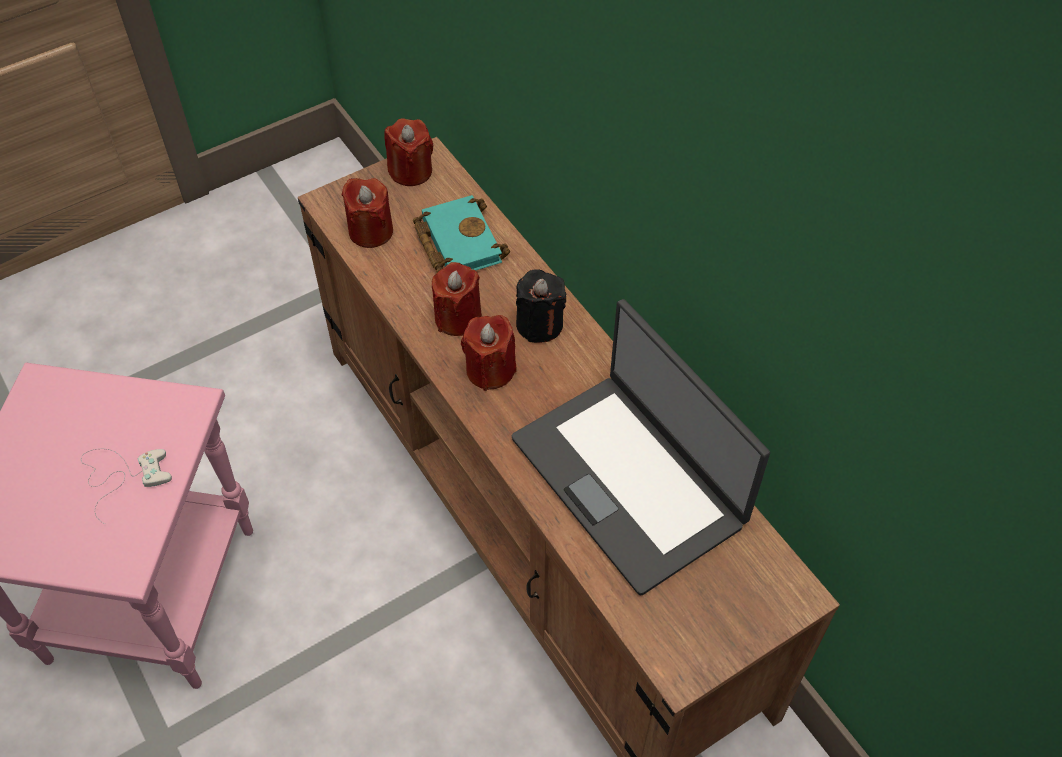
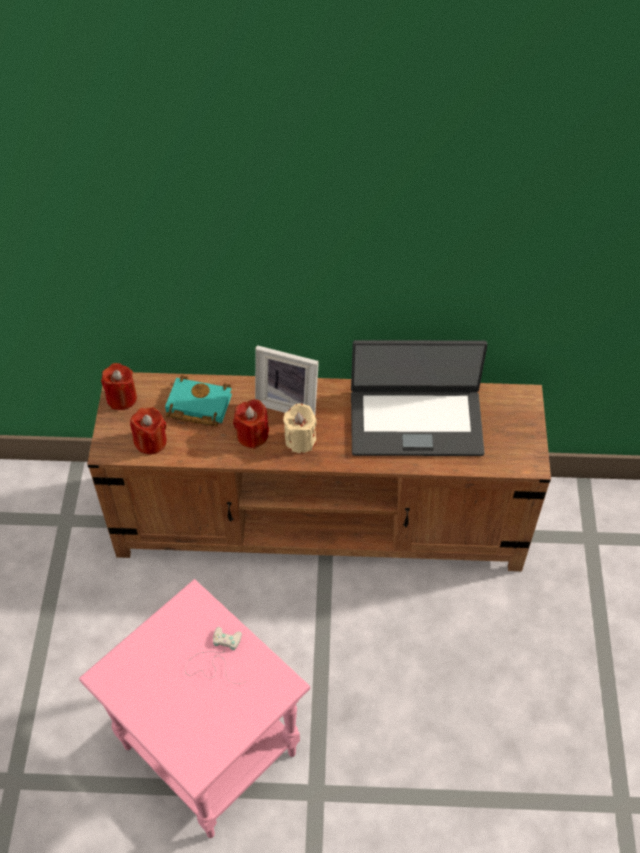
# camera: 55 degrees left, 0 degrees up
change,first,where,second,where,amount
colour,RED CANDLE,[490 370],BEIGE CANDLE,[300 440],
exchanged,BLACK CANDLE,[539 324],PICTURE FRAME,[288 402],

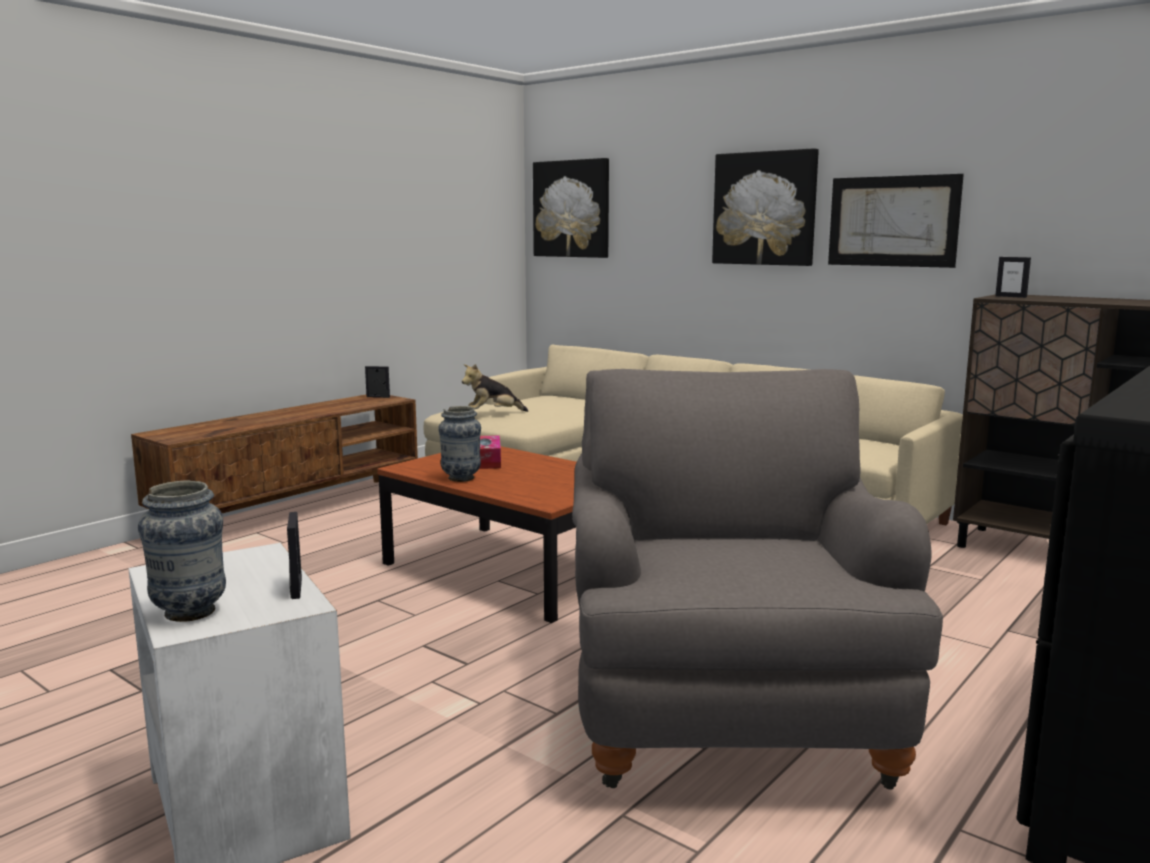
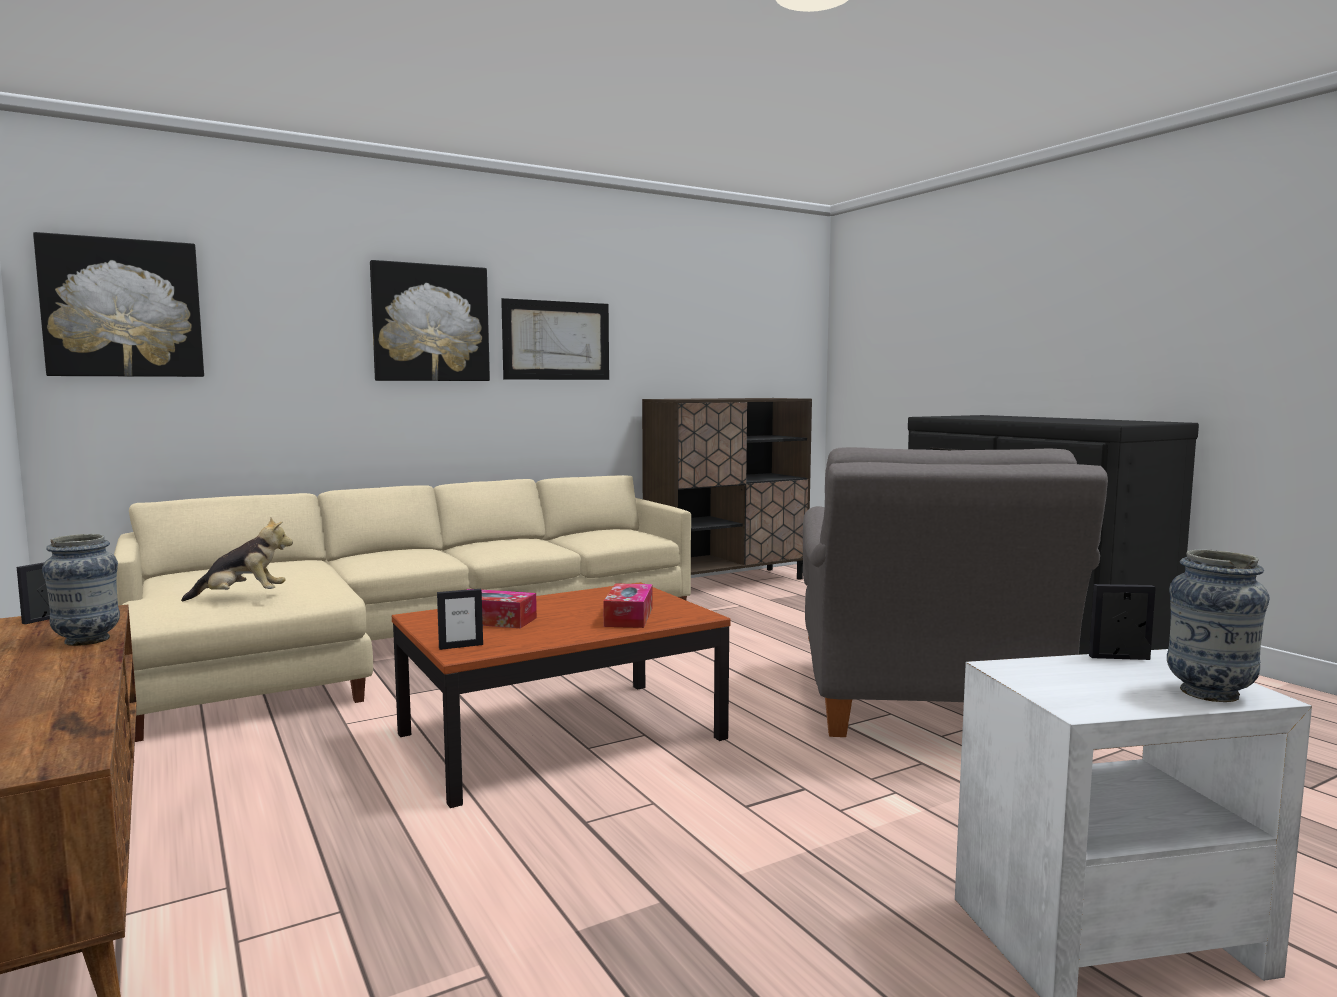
# camera: 70 degrees left, 5 degrees down
change,first,where,second,where,amount
relocated,VASE,[461 478],,[87 640],
spun,PLUSH TOY,[493 414],,[242 597],105 degrees counterclockwise
spun,GREY ARMCHAIR,[724 708],,[923 707],105 degrees counterclockwise
relocated,PICTURE FRAME,[1011 296],,[461 646],
appeared,,,TISSUE BOX,[629 617],

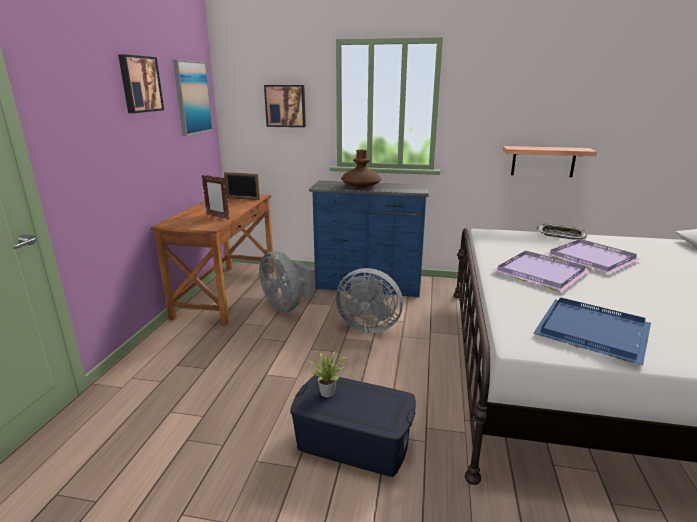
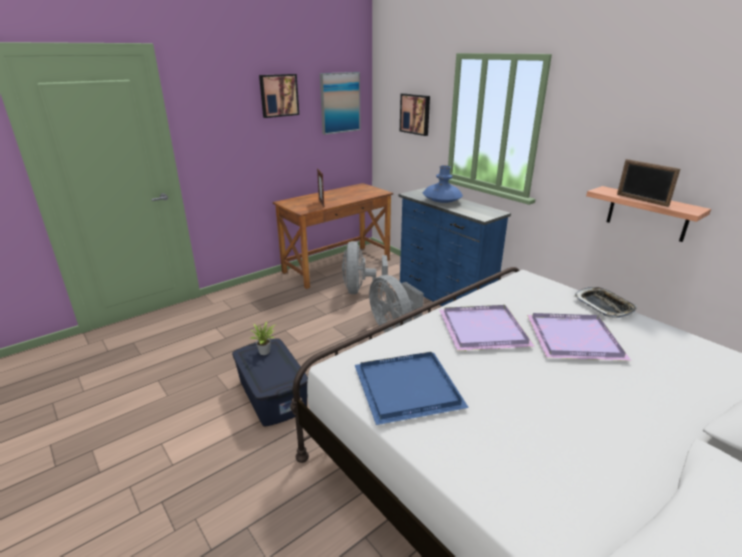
# camera: 40 degrees right, 5 degrees up
change,first,where,second,where,amount
relocated,PICTURE FRAME,[242 198],,[641 200],
colour,BROWN VASE,[361 187],BLUE VASE,[442 201],

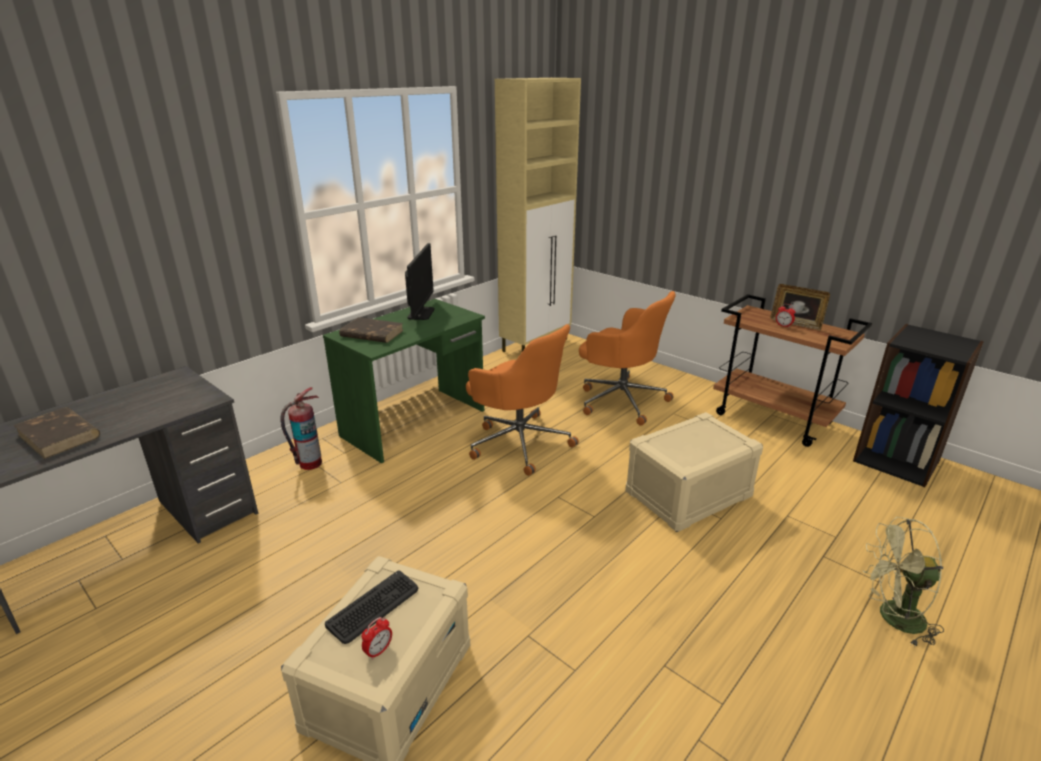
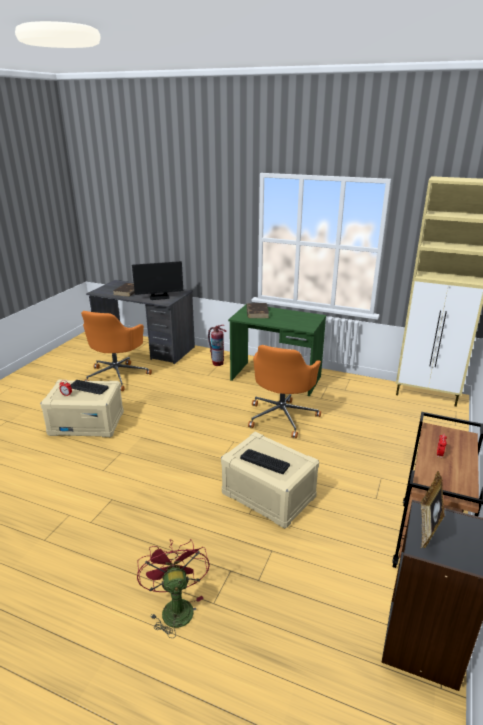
# camera: 70 degrees right, 0 degrees up
change,first,where,second,where,amount
relocated,MONITOR,[421 313],,[159 297],
relocated,ORANGE OFFICE CHAIR,[620 400],,[117 375],
relocated,PICTURE FRAME,[796 323],,[428 527],
colour,GREEN FAN,[892 618],RED FAN,[175 607],
appeared,,,KEYBOARD,[265 461],

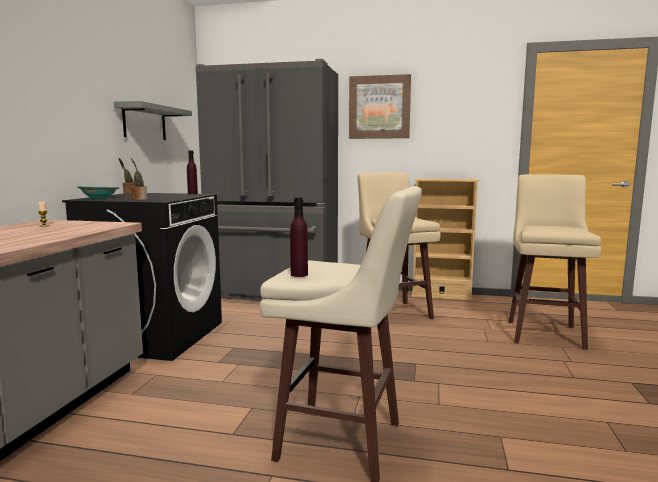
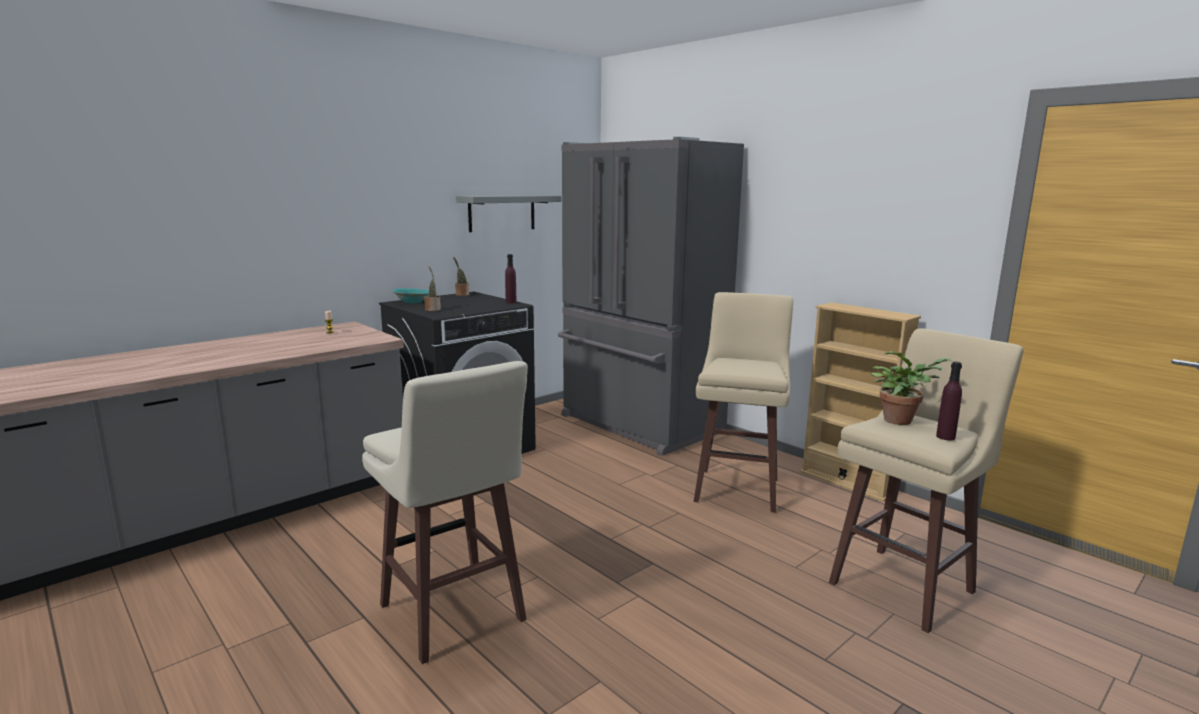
# camera: 35 degrees right, 5 degrees up
change,first,where,second,where,amount
relocated,PURPLE BOTTLE,[299 274],,[945 437],
missing,PICTURE,[379 107],,,
appeared,,,POTTED PLANT,[901 420],

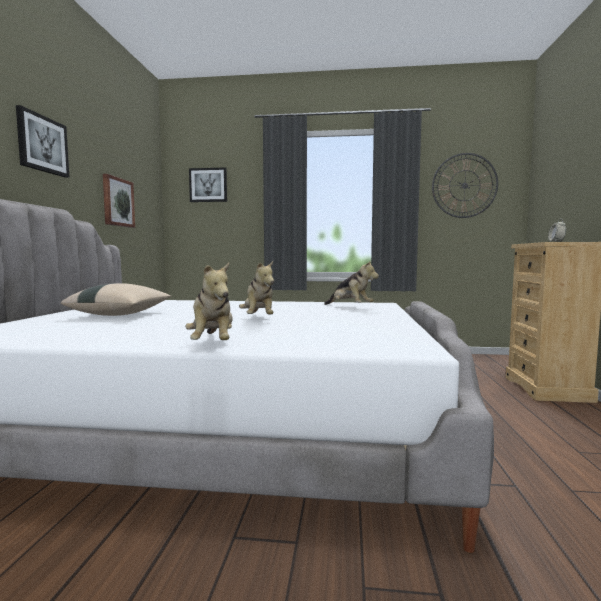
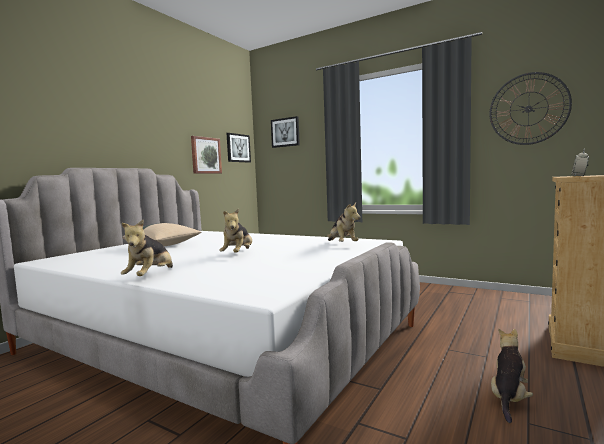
# camera: 25 degrees right, 0 degrees up
change,first,where,second,where,amount
relocated,PICTURE,[42 144],,[238 148],
appeared,,,PLUSH TOY,[509 398],

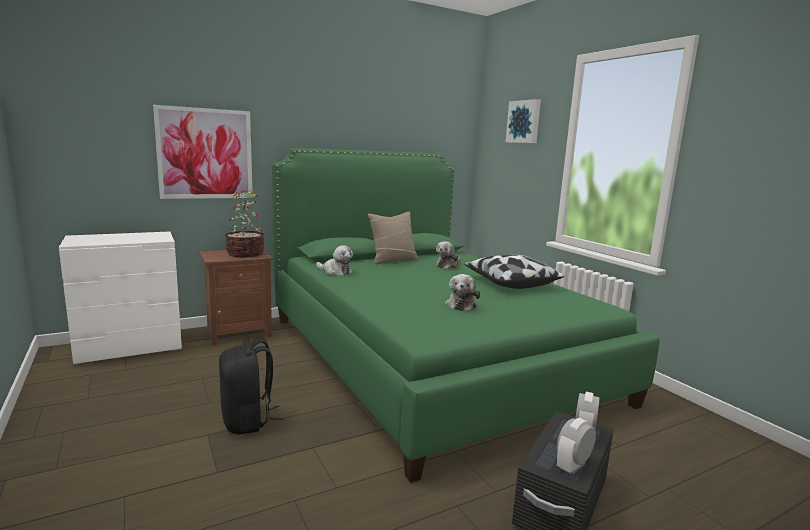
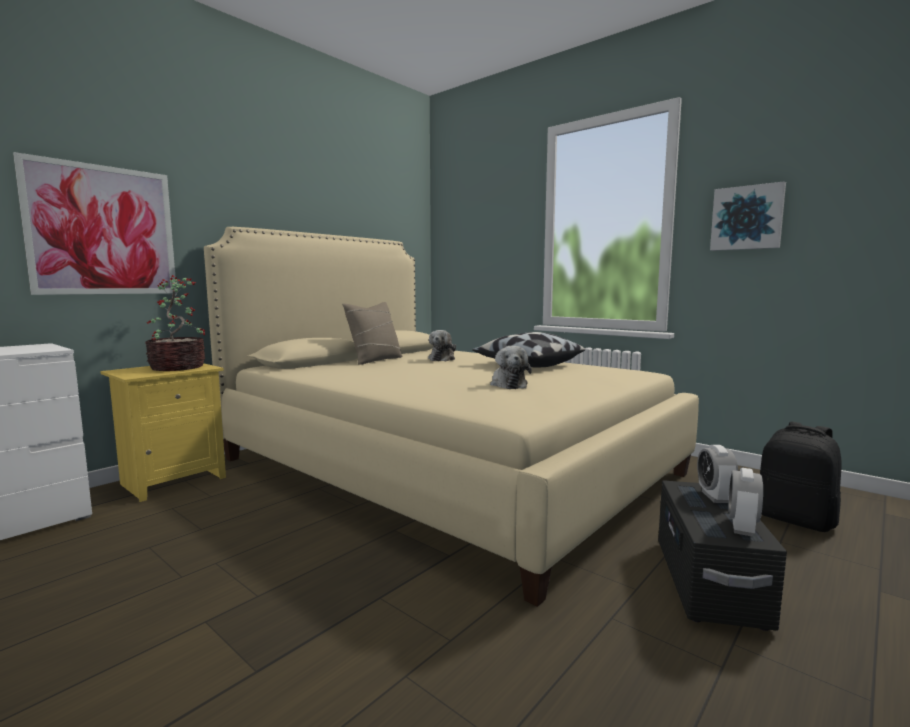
# camera: 20 degrees left, 5 degrees down
change,first,where,second,where,amount
colour,BROWN NIGHTSTAND,[238 332],YELLOW NIGHTSTAND,[172 480],
relocated,BLACK BACKPACK,[248 421],,[795 519],
colour,GREEN BED,[429 357],BEIGE BED,[444 466],
missing,PLUSH TOY,[335 272],,,
relocated,PICTURE,[524 122],,[747 218],

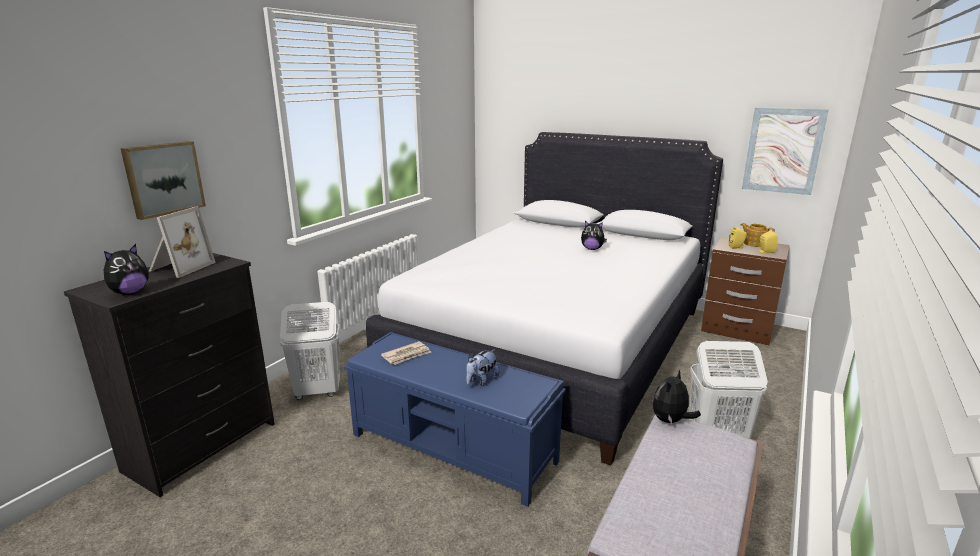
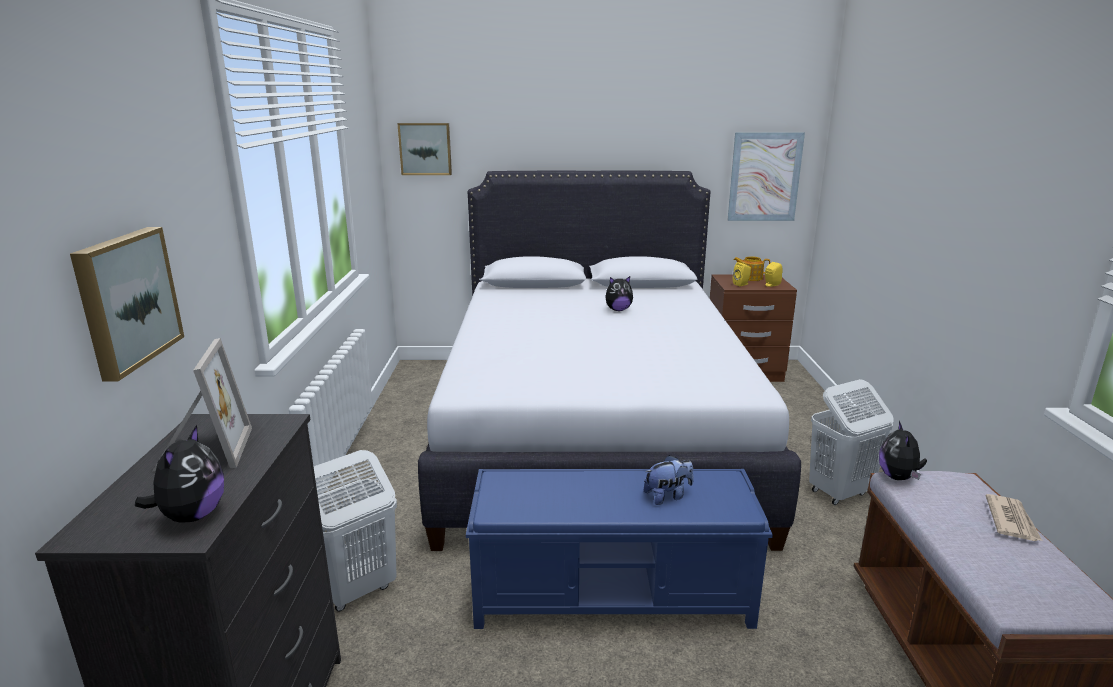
# camera: 30 degrees left, 0 degrees up
change,first,where,second,where,amount
relocated,NEWSPAPER,[407 355],,[1011 520],
spun,PLUSH TOY,[481 381],,[668 496],120 degrees counterclockwise
appeared,,,PICTURE,[425 148],

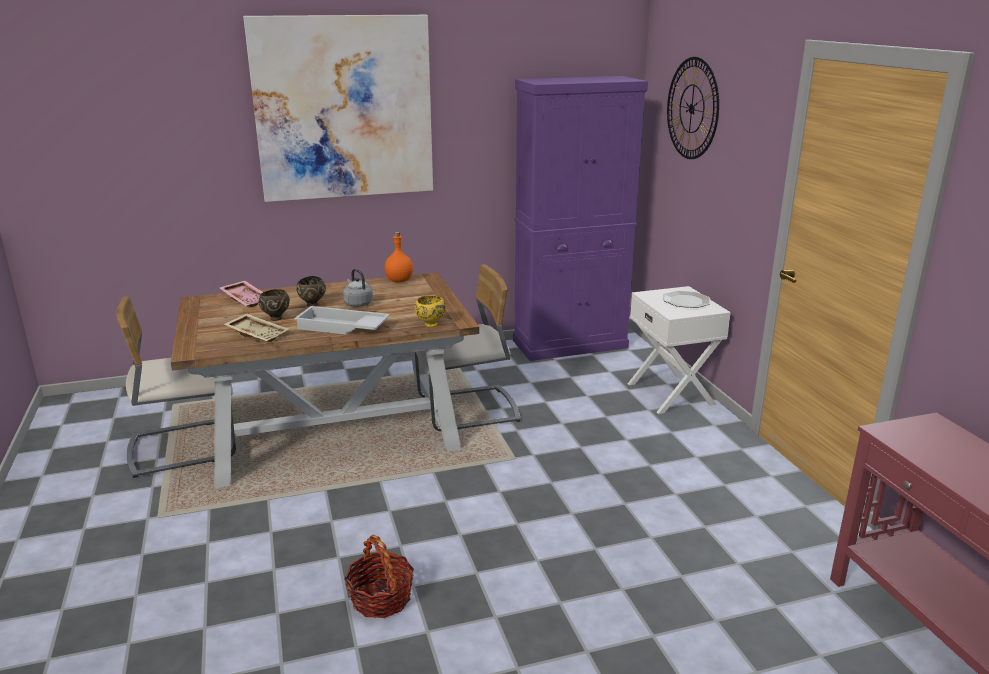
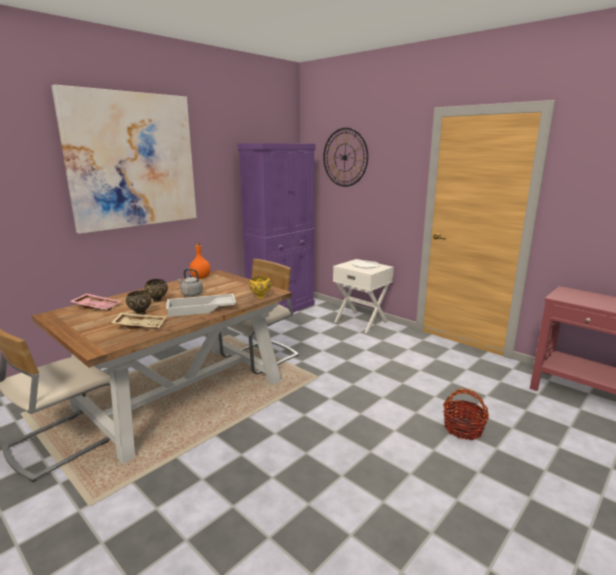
# camera: 30 degrees left, 5 degrees down
change,first,where,second,where,amount
relocated,BASKET,[381 598],,[463 429],

